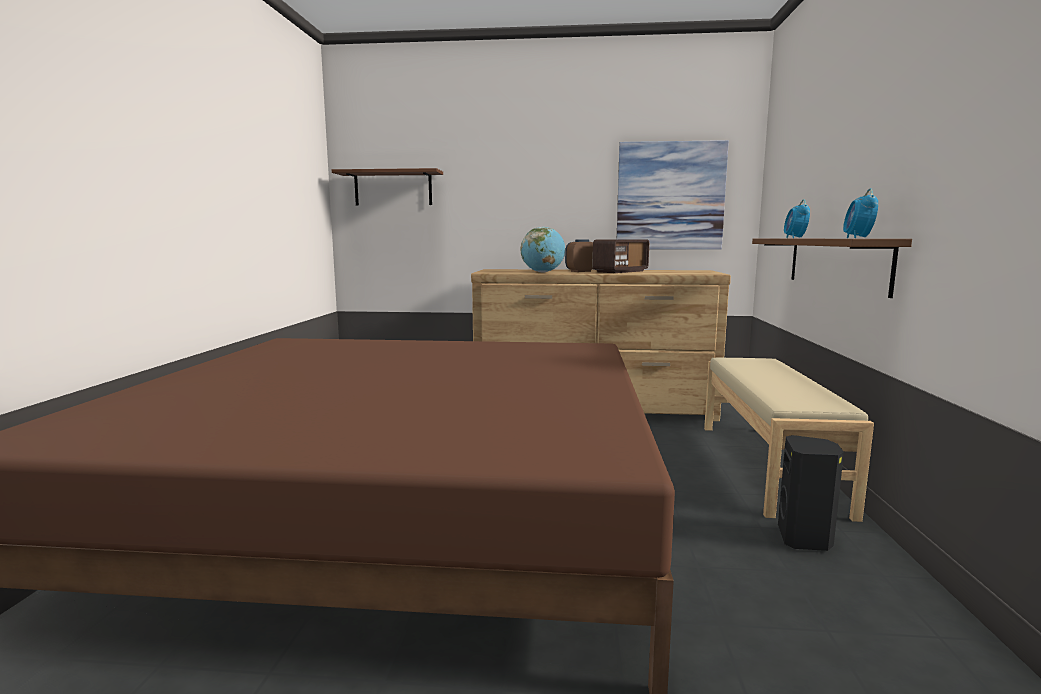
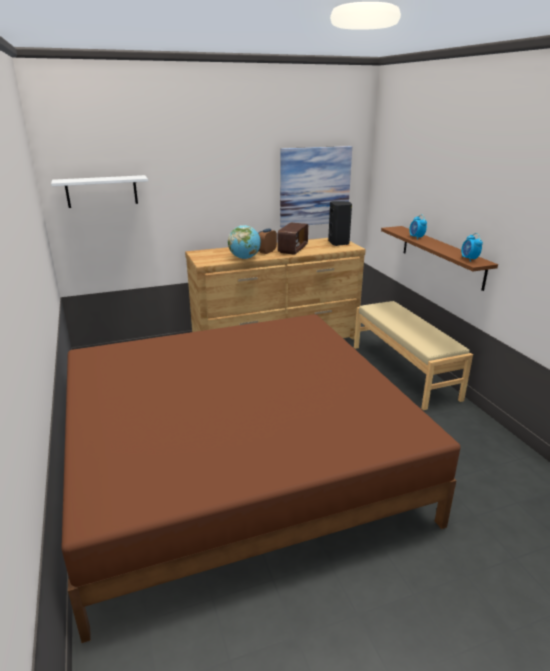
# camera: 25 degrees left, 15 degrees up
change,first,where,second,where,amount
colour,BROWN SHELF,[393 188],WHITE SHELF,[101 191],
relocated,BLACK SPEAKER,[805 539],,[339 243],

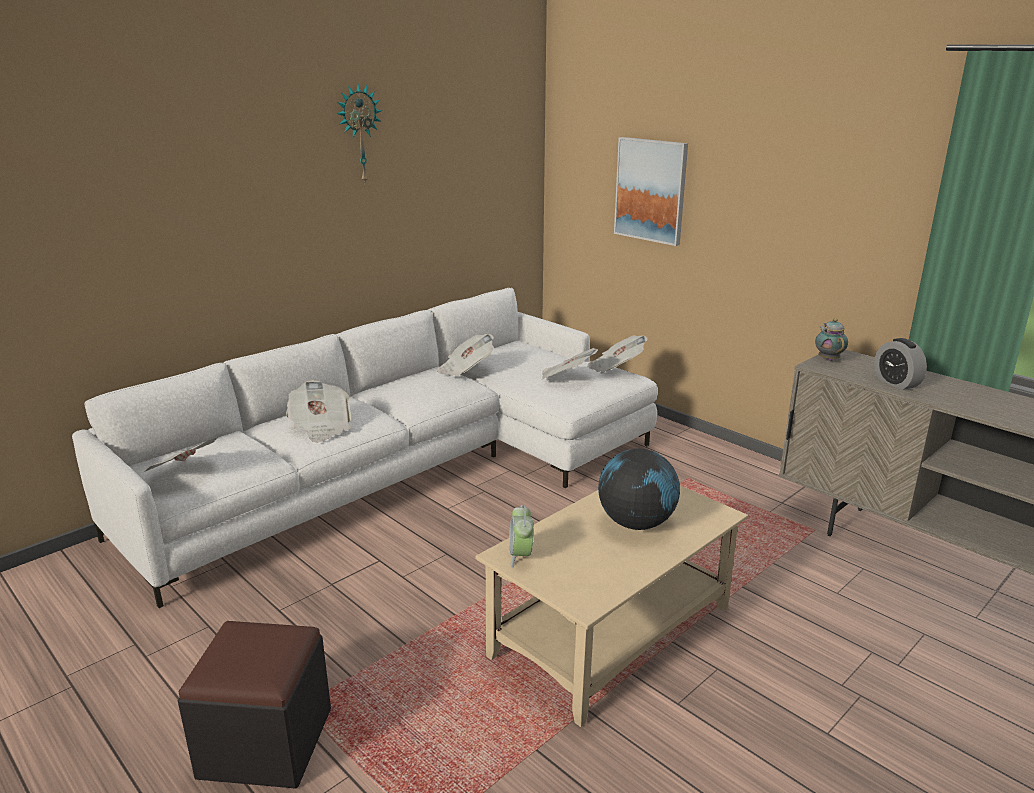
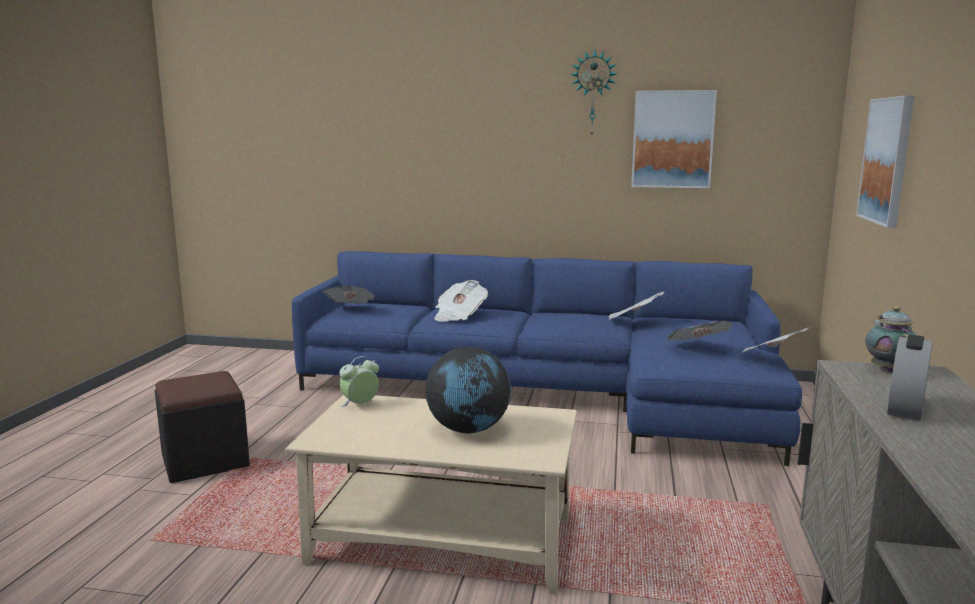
# camera: 55 degrees right, 10 degrees down
change,first,where,second,where,amount
colour,WHITE SOFA,[410 469],BLUE SOFA,[551 393],
spun,TEAPOT,[828 359],,[887 369],45 degrees counterclockwise
appeared,,,PICTURE,[672 139],

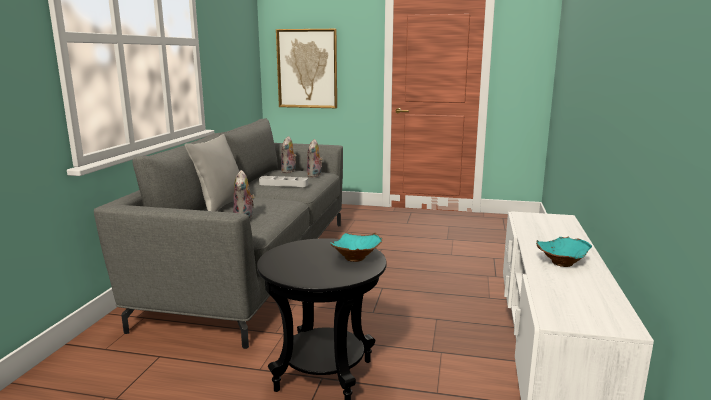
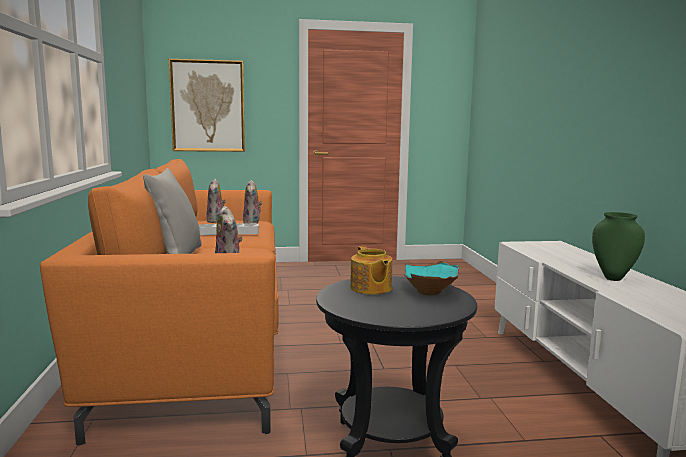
# camera: 20 degrees left, 5 degrees down
change,first,where,second,where,amount
colour,GREY SOFA,[256 266],ORANGE SOFA,[202 337],
exchanged,TURQUOISE BOWL,[561 262],GREEN VASE,[613 278],
appeared,,,TEAPOT,[370 288],

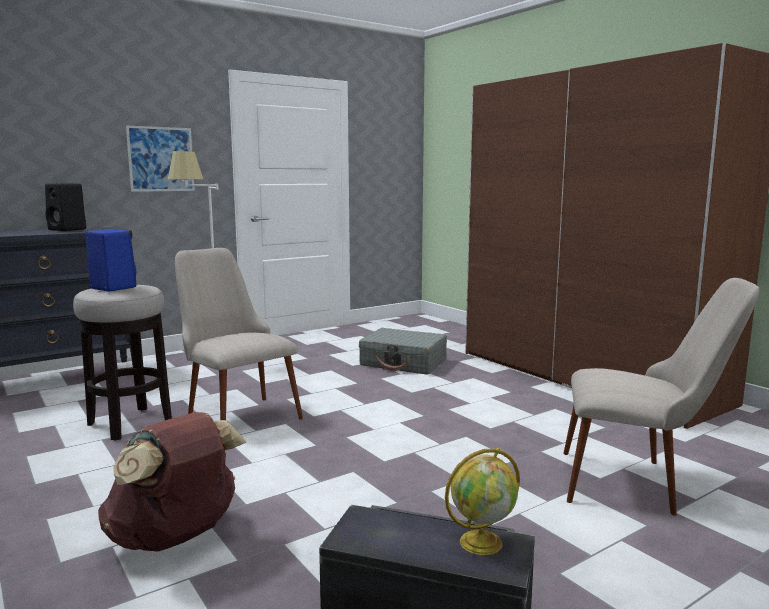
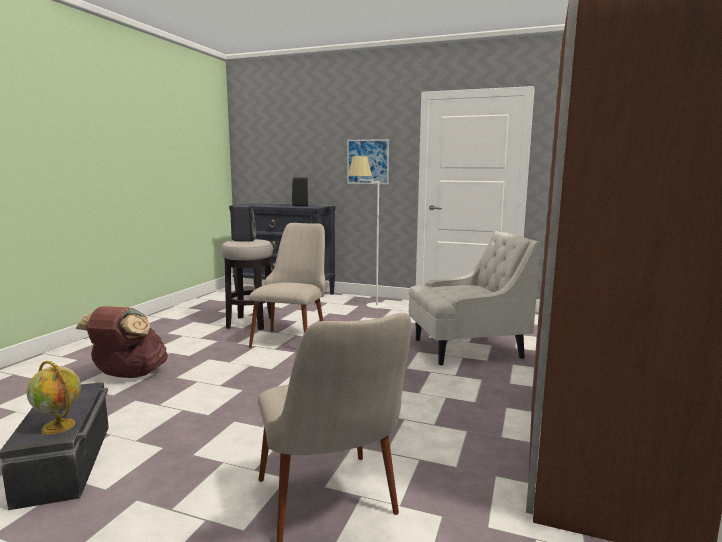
# camera: 55 degrees right, 0 degrees up
change,first,where,second,where,amount
colour,BLUE SPEAKER,[112 288],BLACK SPEAKER,[245 240],
exchanged,GREY SUITCASE,[403 363],WHITE ARMCHAIR,[465 348],

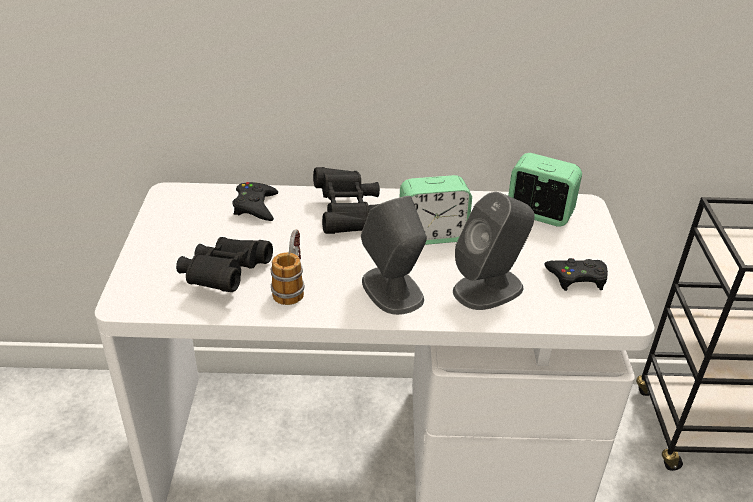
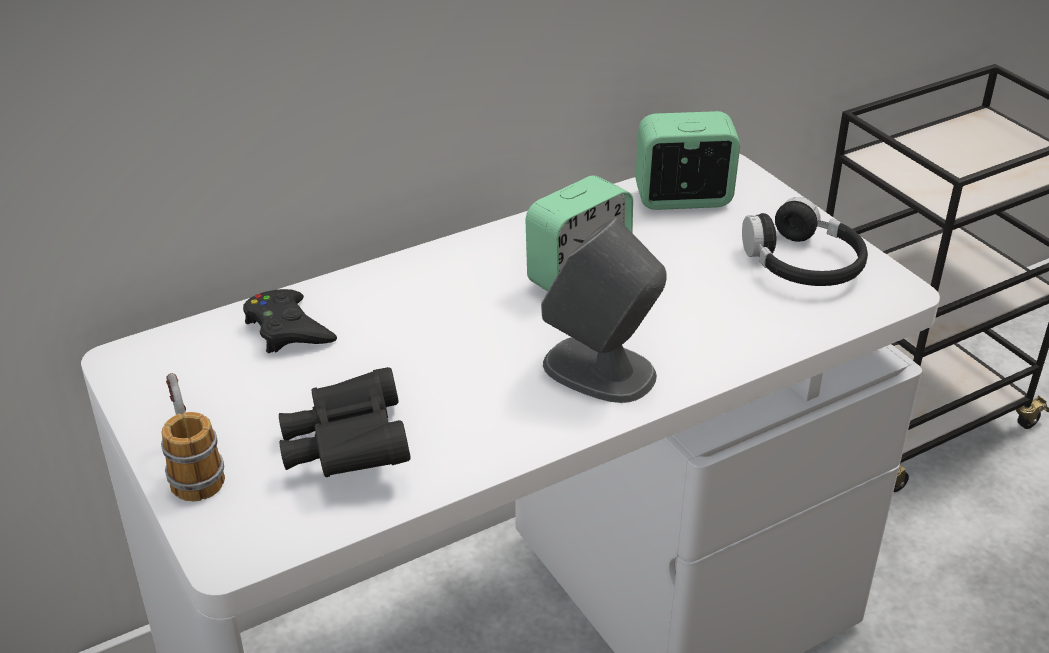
# camera: 30 degrees left, 0 degrees up
change,first,where,second,where,amount
relocated,MUG,[291 285],,[192 467],
missing,BLACK BINOCULARS,[348 214],,,
missing,GREY SPEAKER,[489 288],,,
exchanged,BLACK GAME CONTROLLER,[577 278],BLACK HEADPHONES,[802 264],

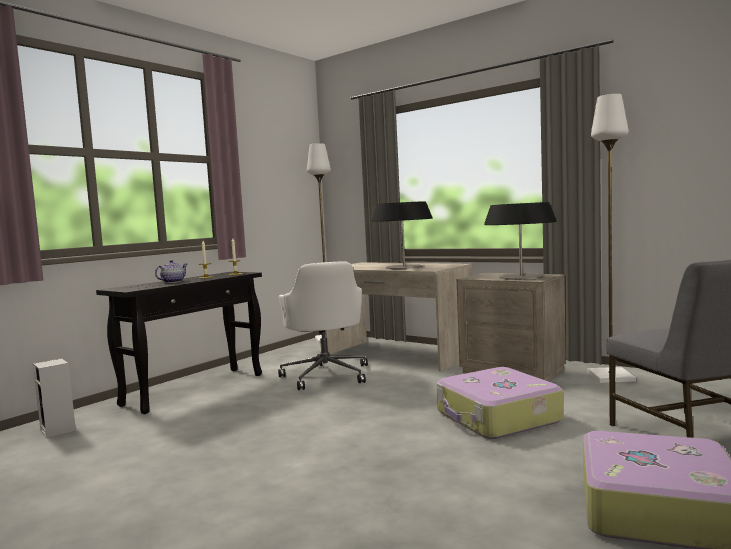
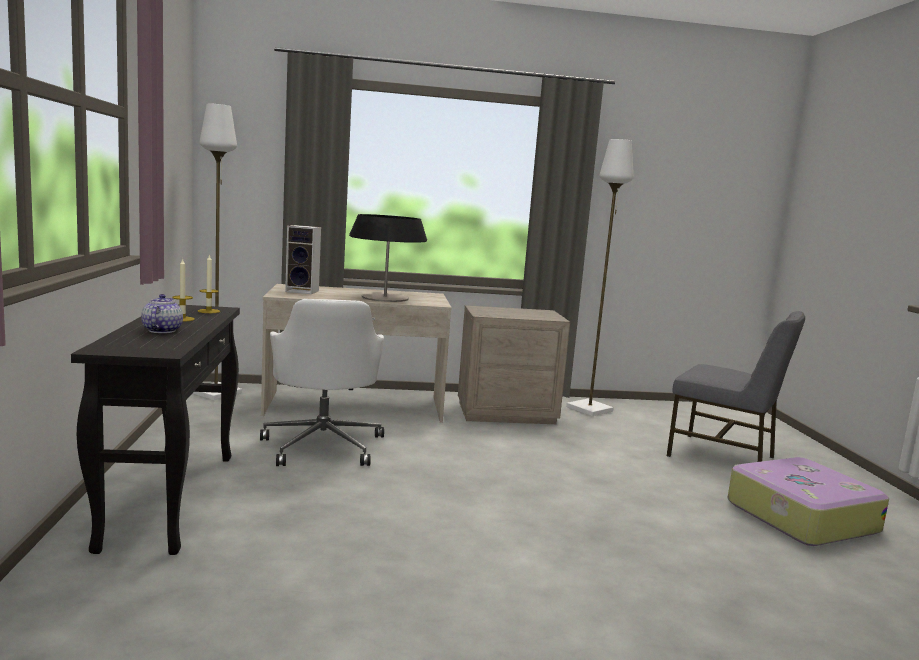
# camera: 45 degrees left, 5 degrees up
change,first,where,second,where,amount
relocated,SPEAKER,[59 430],,[303 291],
spun,WHITE OFFICE CHAIR,[326 375],,[323 445],45 degrees clockwise
missing,SUITCASE,[497 417],,,
missing,TABLE LAMP,[521 277],,,

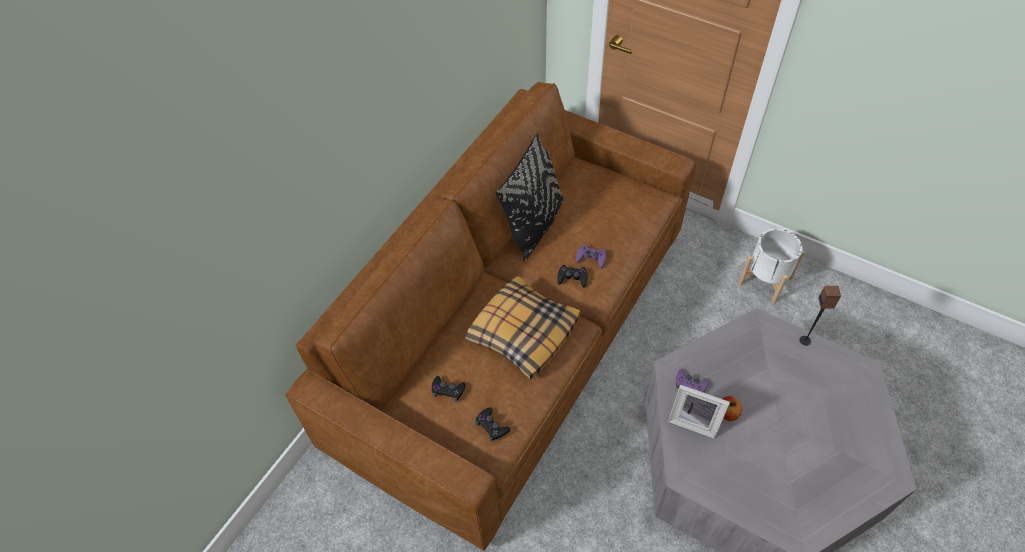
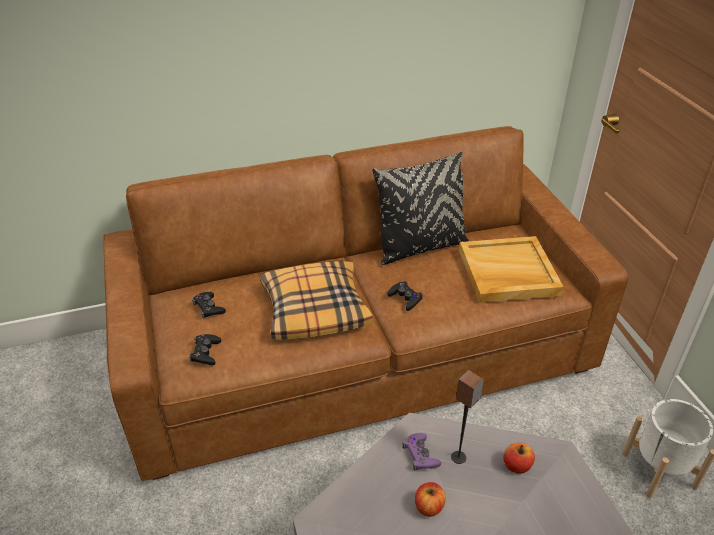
# camera: 40 degrees right, 15 degrees down
change,first,where,second,where,amount
missing,PURPLE GAME CONTROLLER,[591 258],,,
missing,PICTURE FRAME,[694 421],,,
relocated,SPEAKER,[805 340],,[458 457],
appeared,,,BEIGE TRAY,[507 273],
appeared,,,APPLE,[517 465],

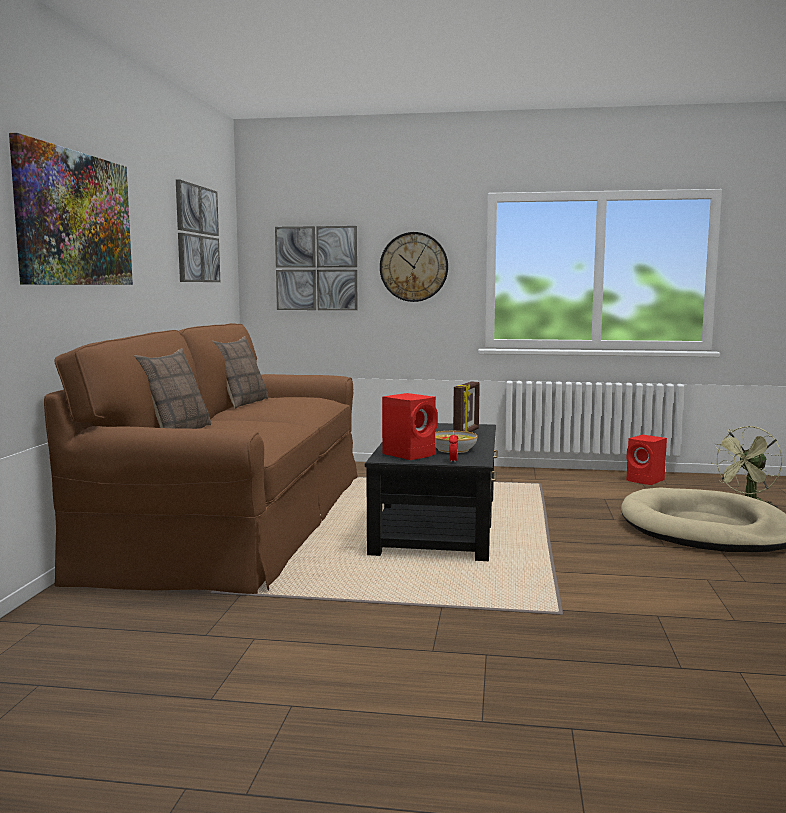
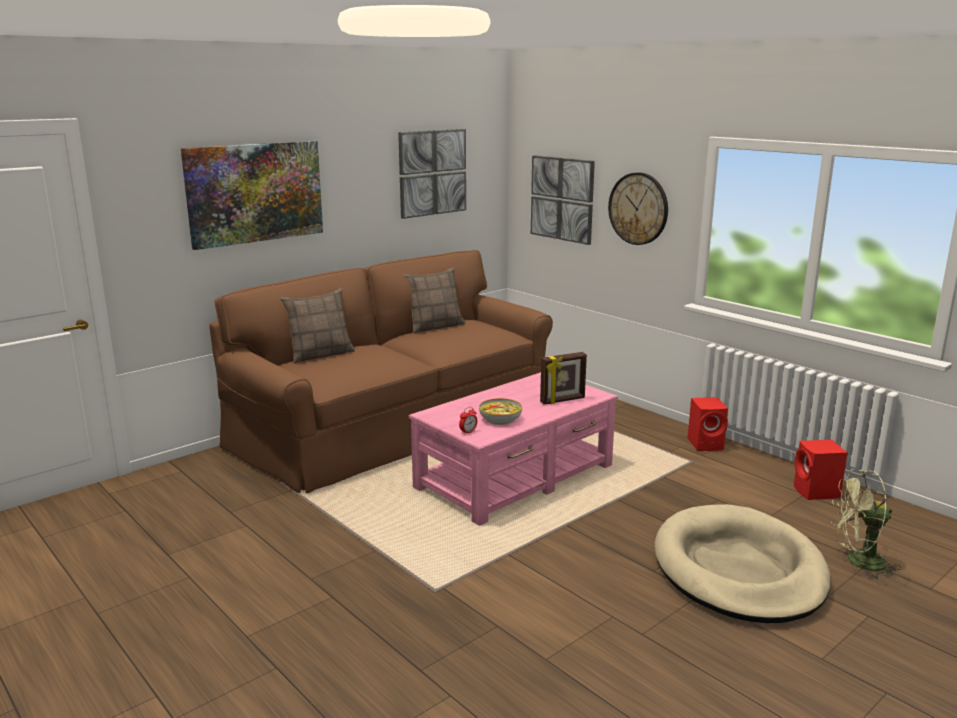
# camera: 40 degrees right, 10 degrees up
change,first,where,second,where,amount
colour,BLACK COFFEE TABLE,[438 524],PINK COFFEE TABLE,[516 476],
relocated,RED SPEAKER,[410 454],,[706 444],

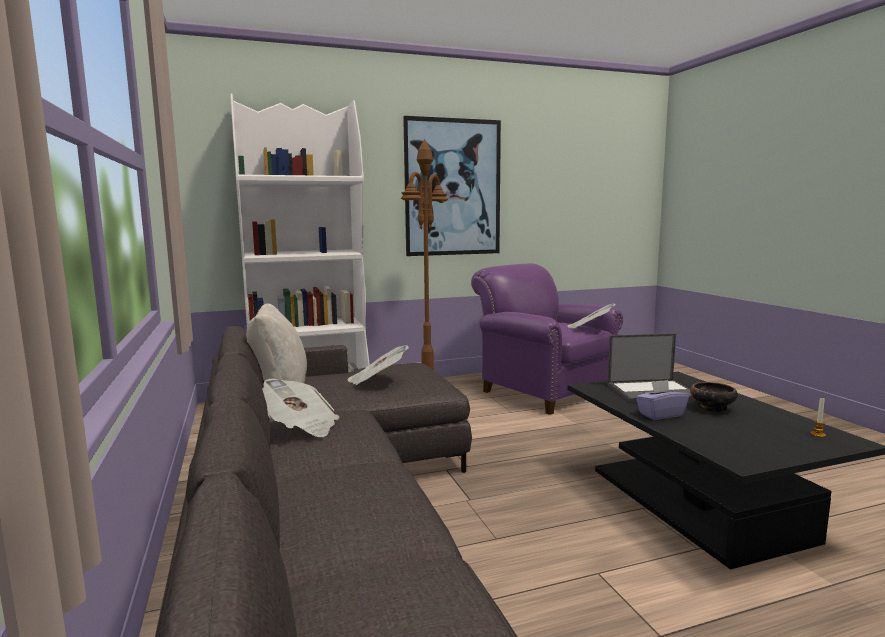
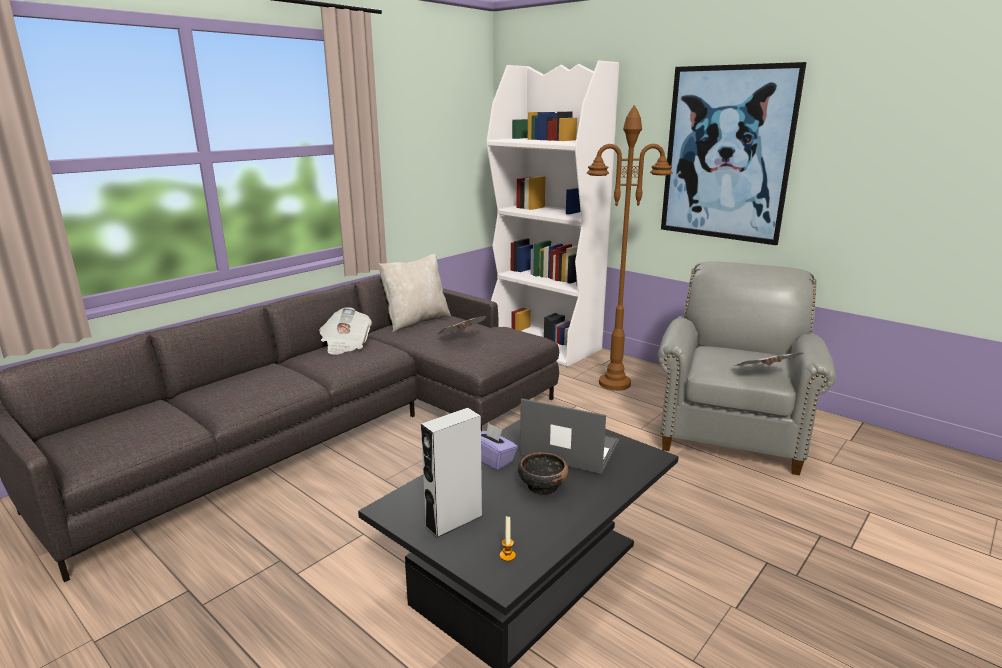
# camera: 60 degrees right, 10 degrees up
change,first,where,second,where,amount
colour,PURPLE ARMCHAIR,[542 391],GREY ARMCHAIR,[731 430],
spun,LAPTOP,[653 391],,[568 448],150 degrees clockwise
appeared,,,GREY SPEAKER,[454 521],

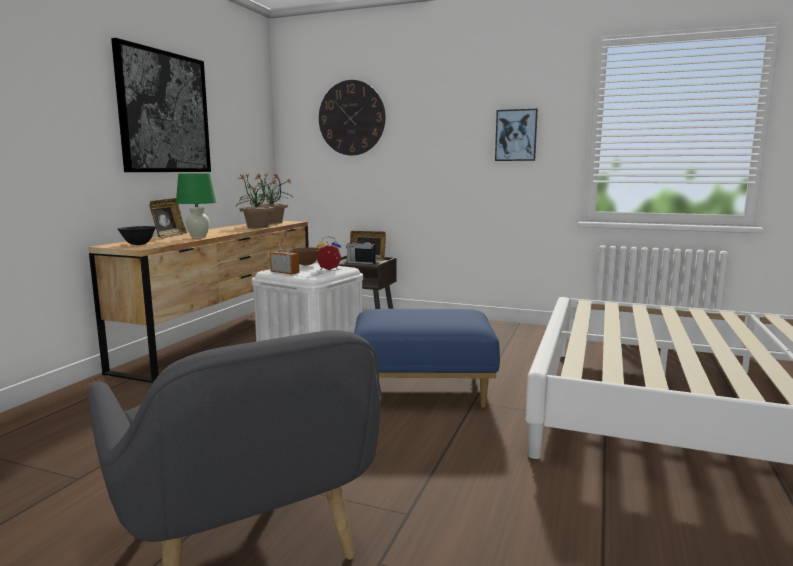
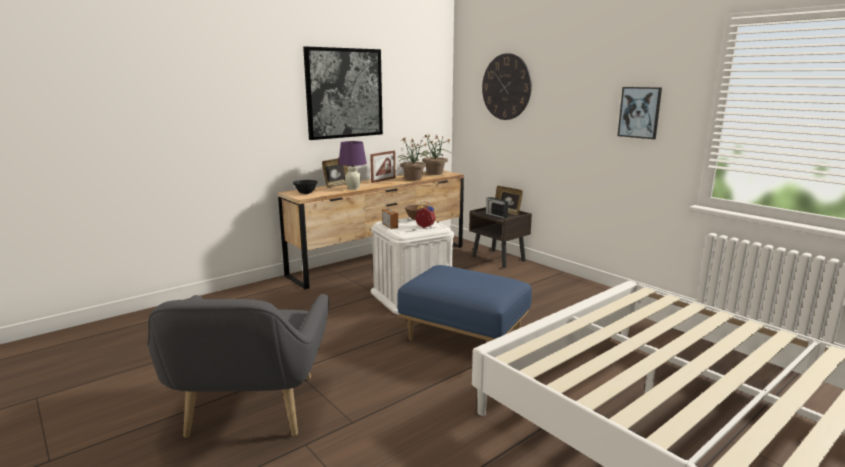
# camera: 30 degrees right, 5 degrees up
change,first,where,second,where,amount
colour,GREEN TABLE LAMP,[199 237],PURPLE TABLE LAMP,[353 188],
appeared,,,PICTURE FRAME,[383 180],

